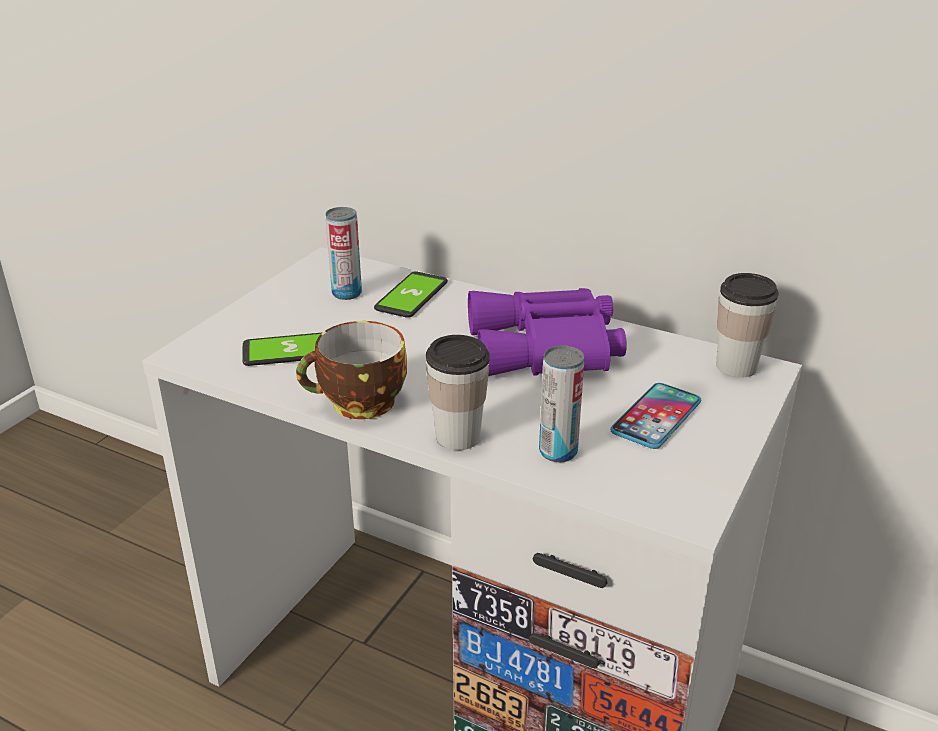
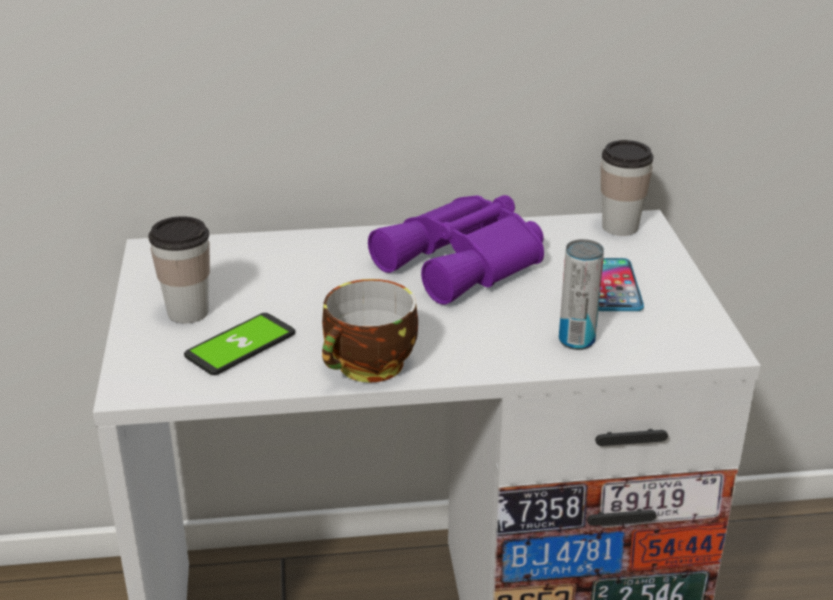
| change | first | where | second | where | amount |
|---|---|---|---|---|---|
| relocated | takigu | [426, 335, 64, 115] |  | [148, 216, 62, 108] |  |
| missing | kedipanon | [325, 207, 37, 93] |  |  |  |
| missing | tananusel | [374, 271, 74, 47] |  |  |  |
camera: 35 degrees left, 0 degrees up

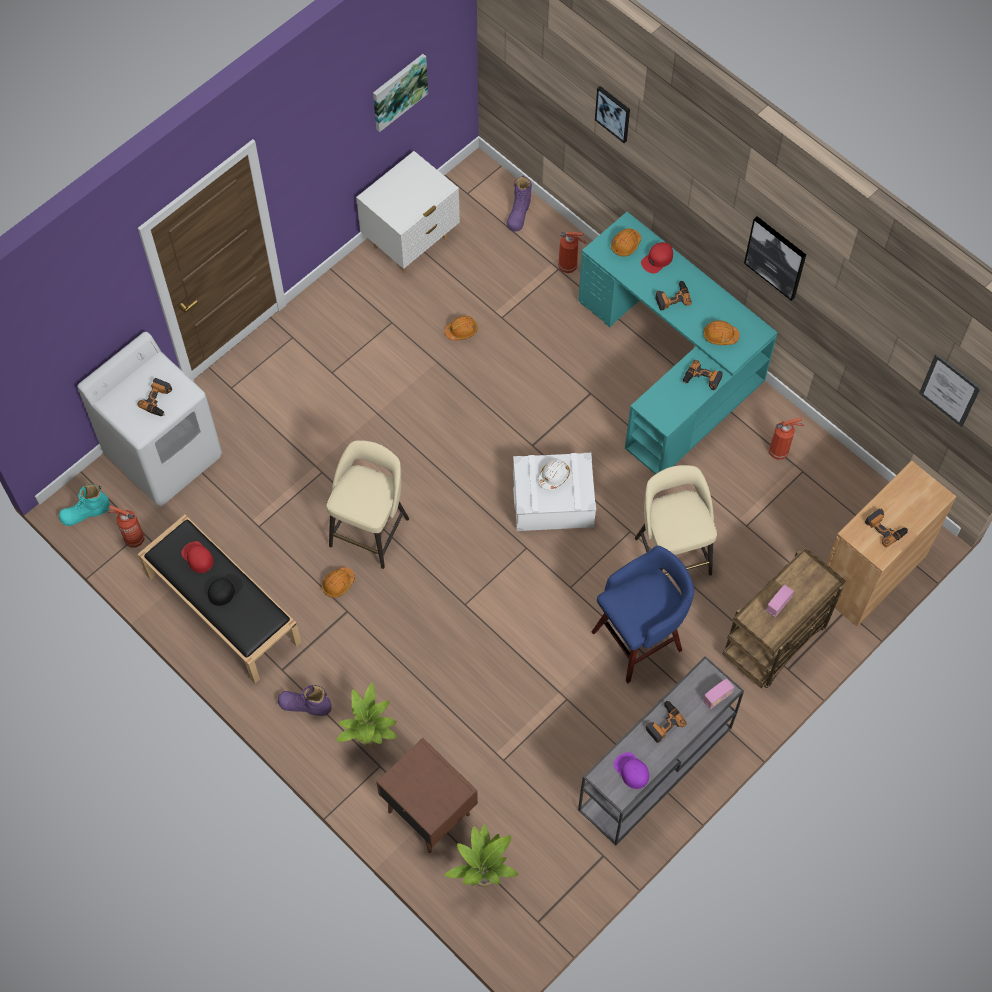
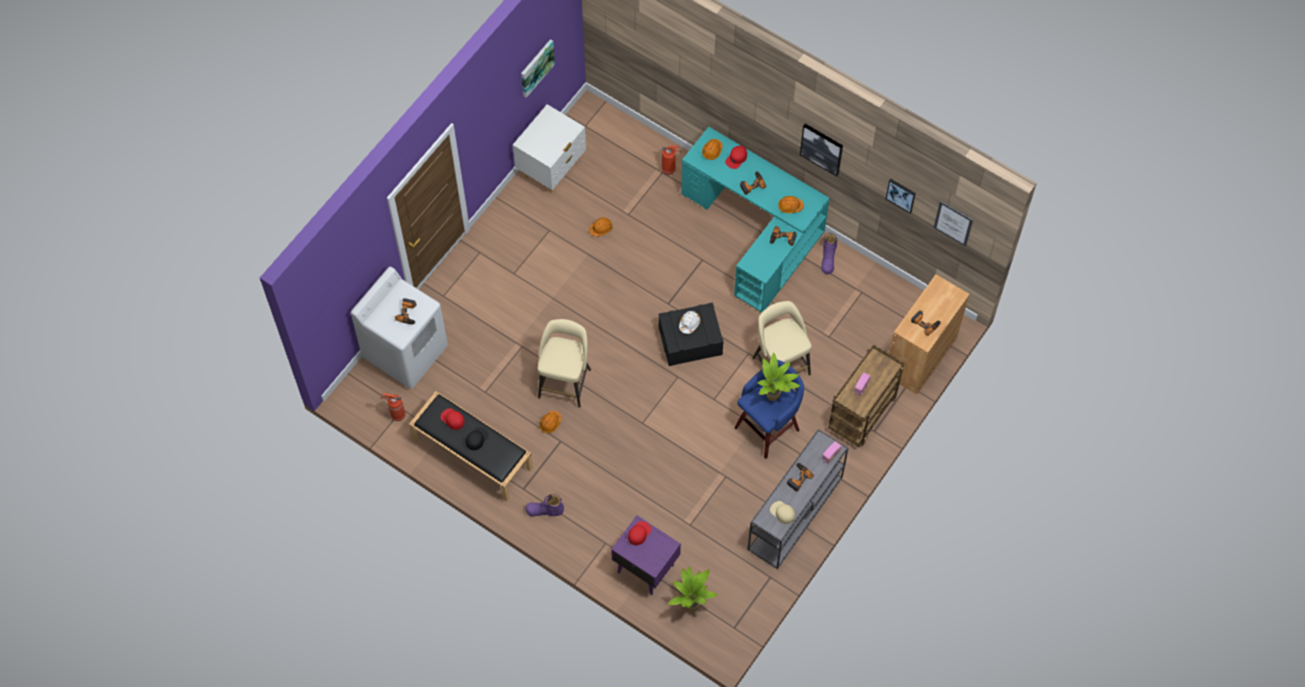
| change | first | where | second | where | amount |
|---|---|---|---|---|---|
| colour | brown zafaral | [376, 738, 102, 115] | purple zafaral | [611, 516, 70, 79] |  |
| appeared |  |  | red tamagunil | [628, 521, 24, 24] |  |
| colour | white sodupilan | [513, 453, 83, 78] | black sodupilan | [658, 302, 66, 64] |  |
| relocated | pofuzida | [336, 683, 61, 64] |  | [757, 353, 43, 48] |  |
| colour | purple tamagunil | [614, 752, 35, 37] | beige tamagunil | [770, 501, 25, 23] |  |
| relocated | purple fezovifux | [507, 175, 25, 56] |  | [821, 232, 16, 42] |  |
| relocated | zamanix | [595, 86, 35, 57] |  | [886, 179, 30, 34] |  |
| missing | turquoise fezovifux | [59, 484, 51, 42] |  |  |  |
| missing | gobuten | [769, 417, 35, 43] |  |  |  |
camera: 10 degrees left, 0 degrees up

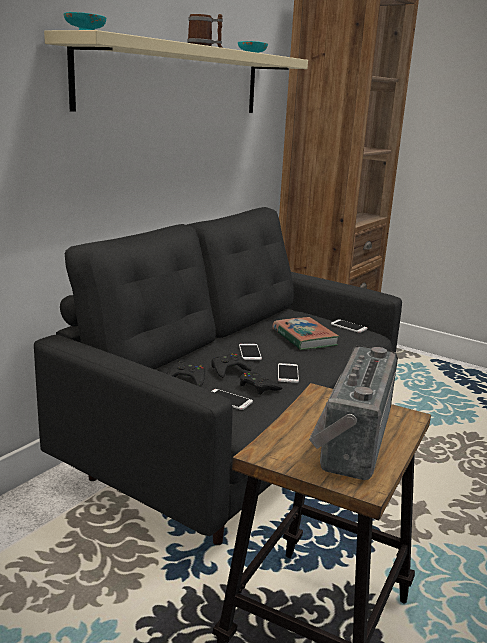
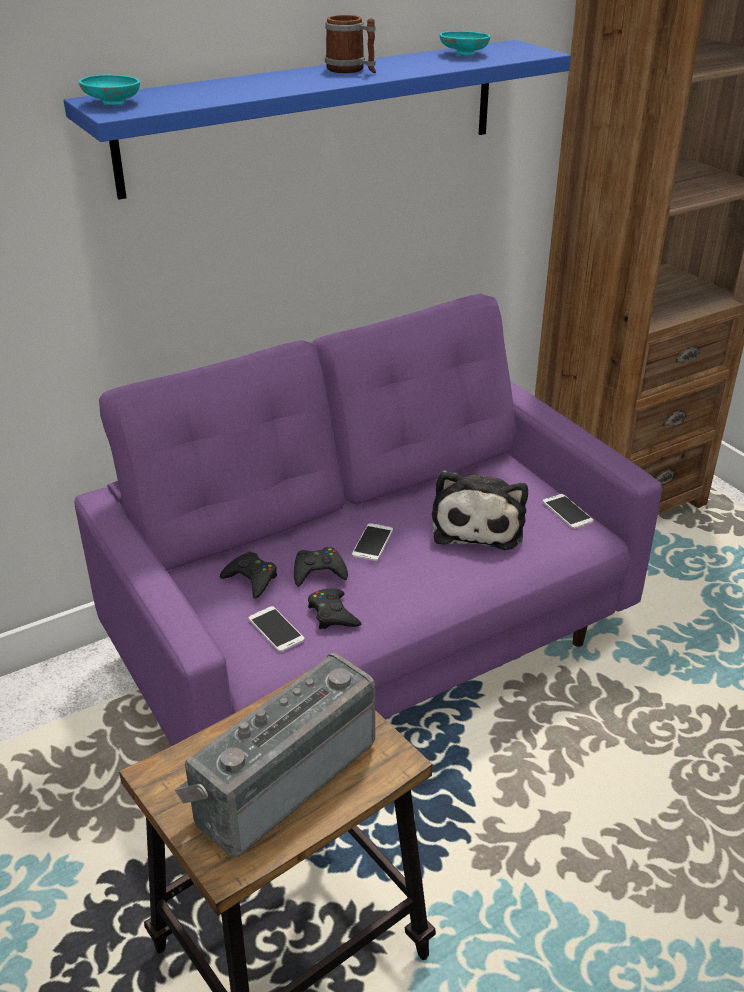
| change | first | where | second | where | amount |
|---|---|---|---|---|---|
| colour | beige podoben | [44, 30, 264, 83] | blue podoben | [64, 40, 507, 160] |  |
| colour | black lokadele | [34, 207, 368, 338] | purple lokadele | [74, 294, 588, 452] |  |
| exchanged | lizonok | [272, 317, 68, 33] | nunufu | [432, 470, 96, 80] |  |
| missing | tananusel | [278, 363, 21, 20] |  |  |  |
camera: 25 degrees right, 15 degrees up

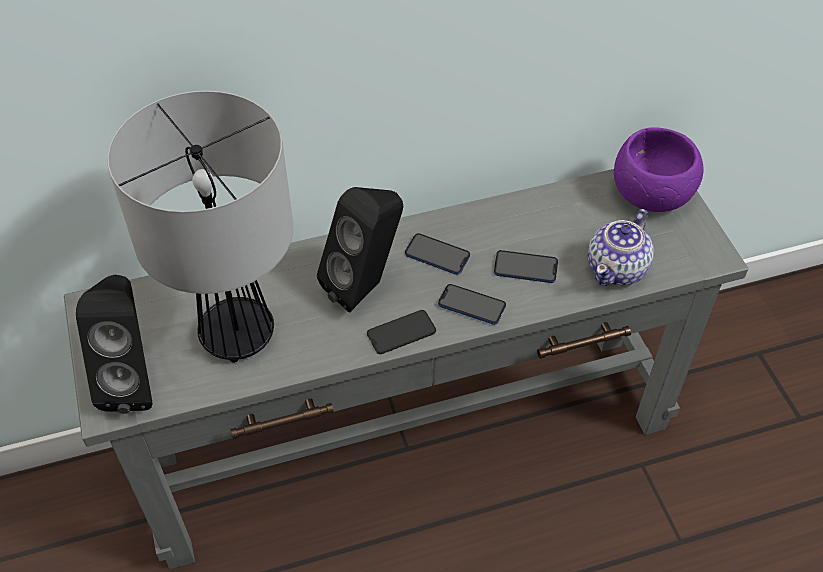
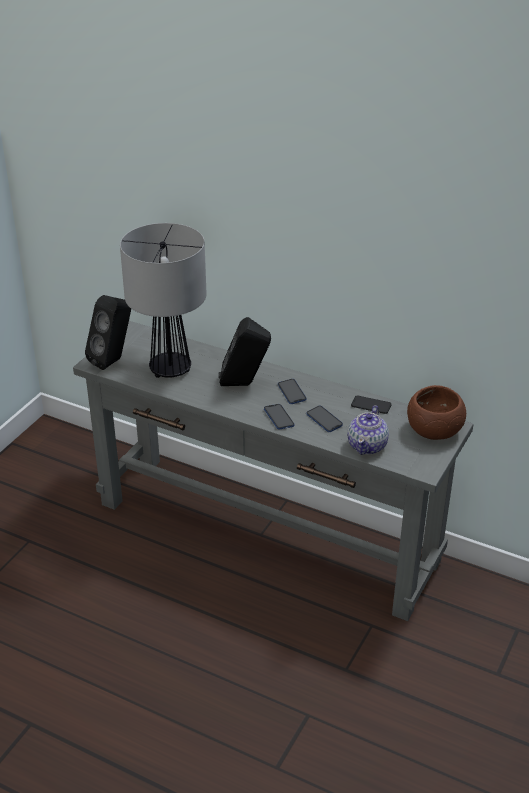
| change | first | where | second | where | amount |
|---|---|---|---|---|---|
| spun | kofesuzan | [588, 209, 66, 77] |  | [347, 405, 42, 50] | 60 degrees counterclockwise |
| relocated | tananusel | [367, 310, 69, 44] |  | [351, 395, 40, 19] |  |
| colour | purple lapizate | [614, 127, 90, 85] | brown lapizate | [407, 385, 59, 55] |  |
camera: 45 degrees right, 15 degrees down

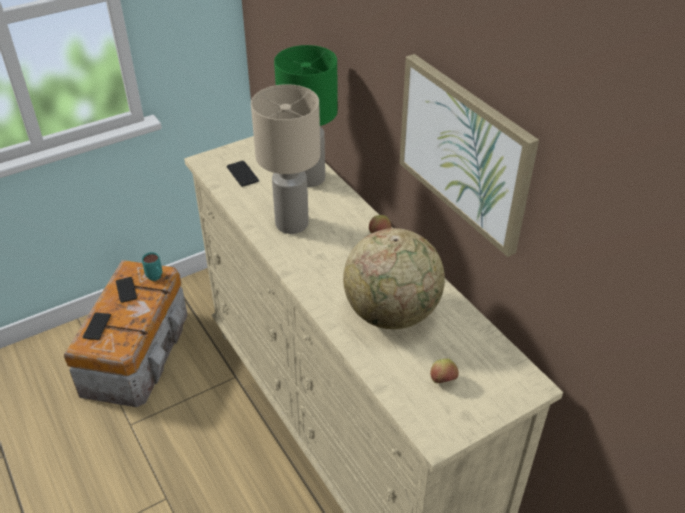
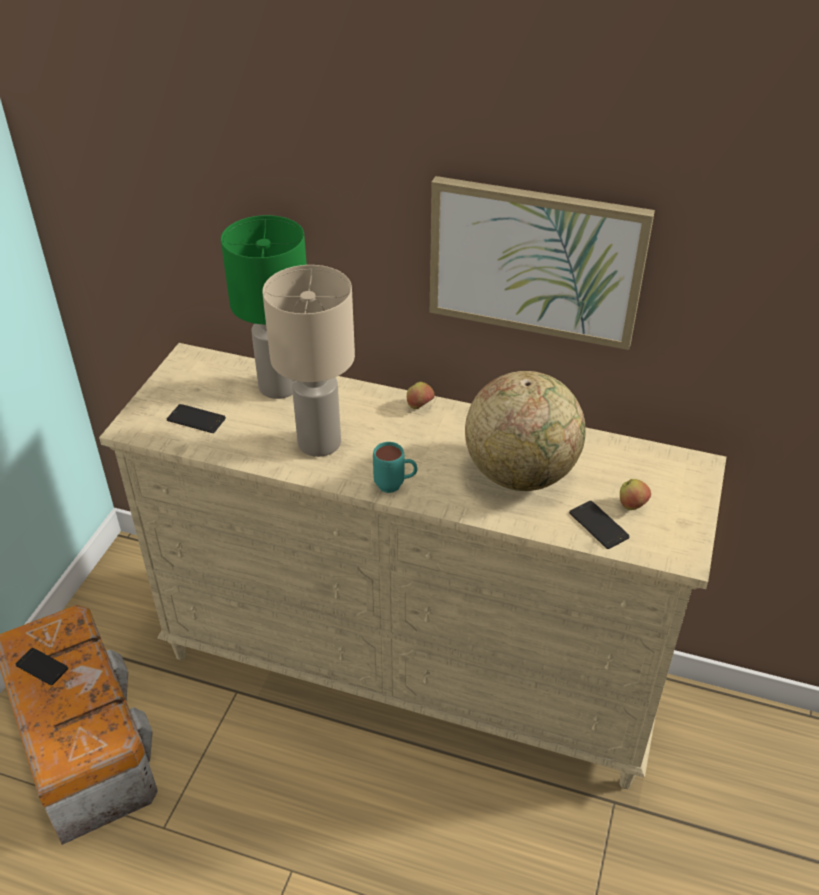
| change | first | where | second | where | amount |
|---|---|---|---|---|---|
| relocated | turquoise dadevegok | [142, 252, 20, 29] |  | [373, 442, 44, 51] |  |
| relocated | tananusel | [83, 313, 28, 27] |  | [569, 501, 61, 48] |  |
camera: 40 degrees left, 0 degrees up

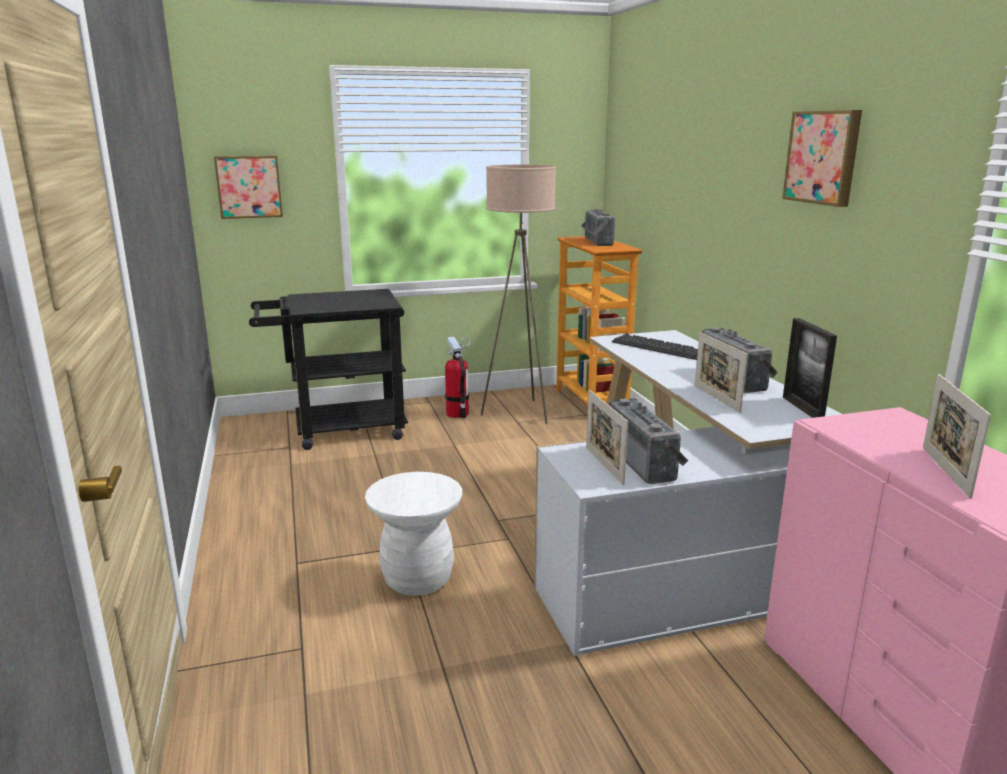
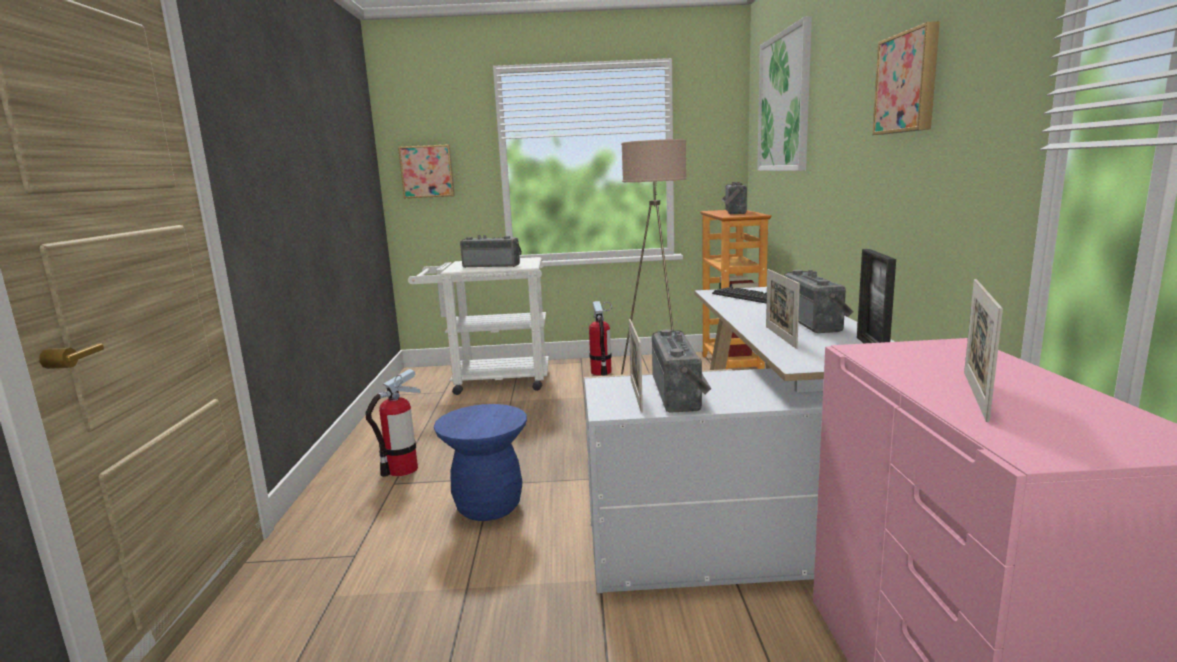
| change | first | where | second | where | amount |
|---|---|---|---|---|---|
| appeared |  |  | gobuten | [365, 369, 56, 108] |  |
| colour | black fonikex | [249, 289, 159, 161] | white fonikex | [408, 257, 141, 138] |  |
| colour | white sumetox | [365, 472, 97, 124] | blue sumetox | [434, 404, 93, 117] |  |
| appeared |  |  | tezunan | [460, 235, 62, 33] |  |
| appeared |  |  | zamanix | [757, 16, 55, 155] |  |
camera: 15 degrees right, 5 degrees down

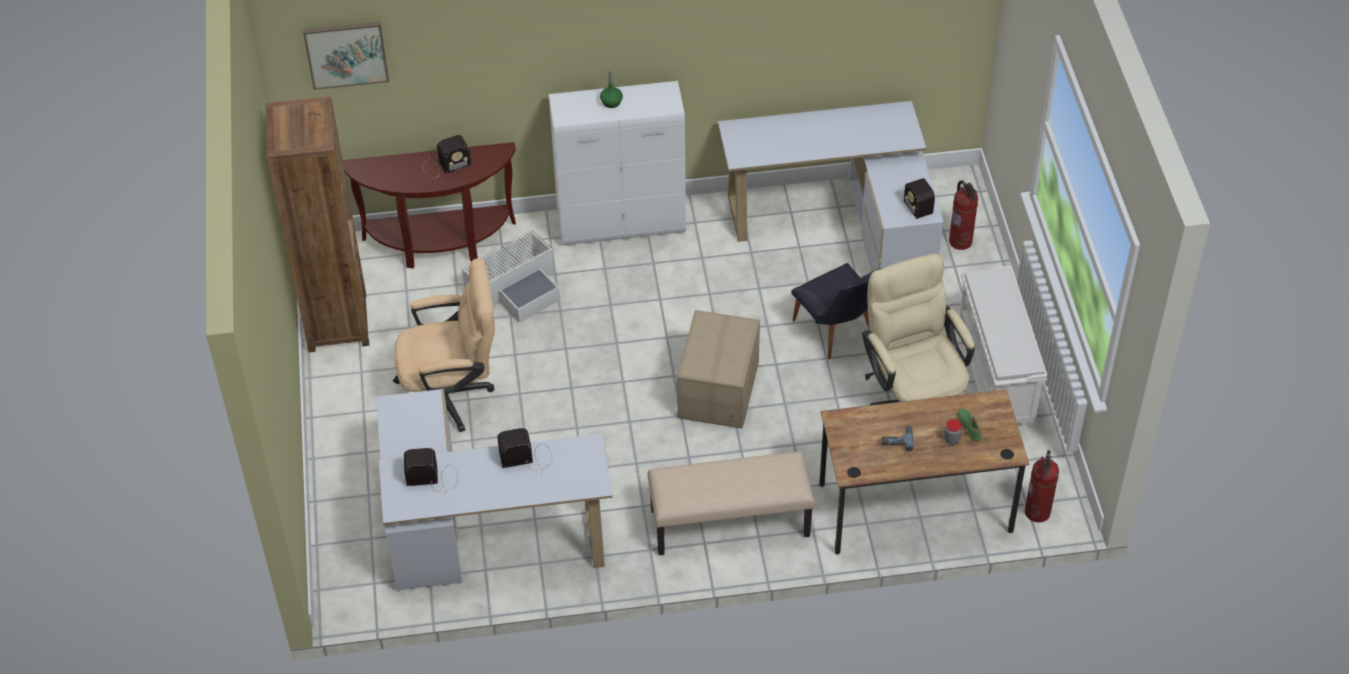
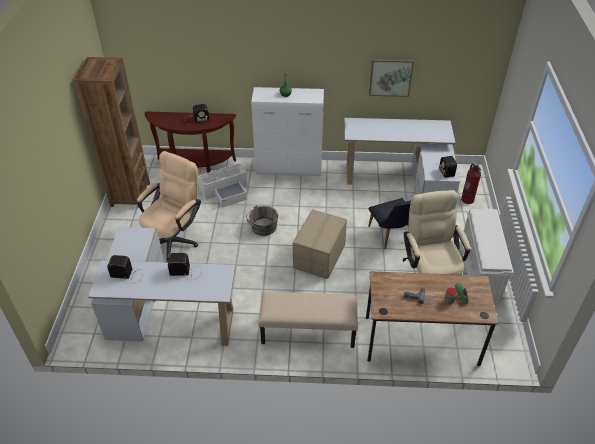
| change | first | where | second | where | amount |
|---|---|---|---|---|---|
| spun | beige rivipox | [393, 258, 102, 174] |  | [137, 151, 64, 111] | 60 degrees counterclockwise |
| appeared |  |  | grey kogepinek | [246, 205, 32, 31] |  |
| relocated | zamanix | [303, 22, 86, 68] |  | [369, 59, 45, 38] |  |
| missing | gobuten | [1025, 450, 34, 73] |  |  |  |
camera: 10 degrees right, 5 degrees down

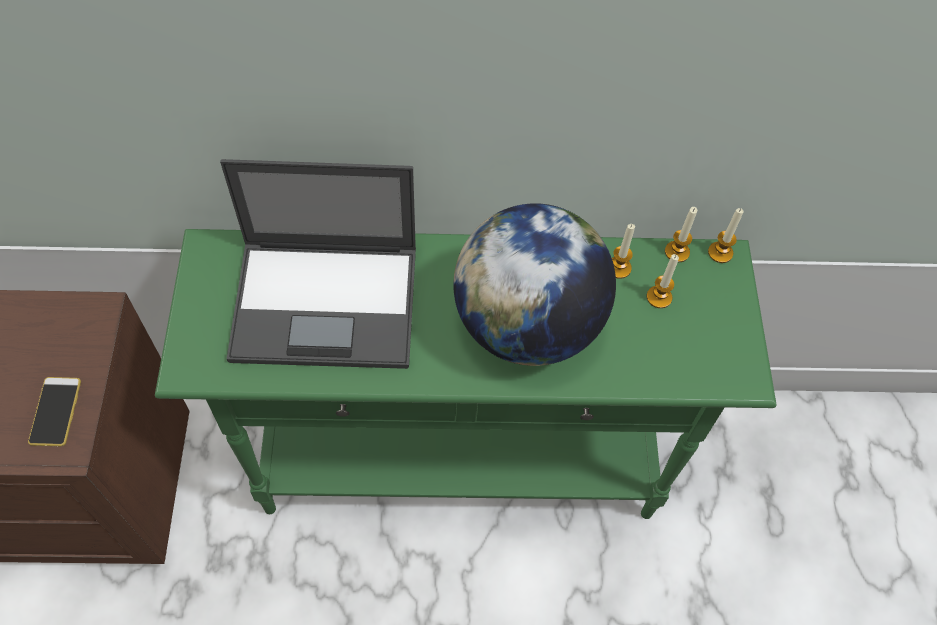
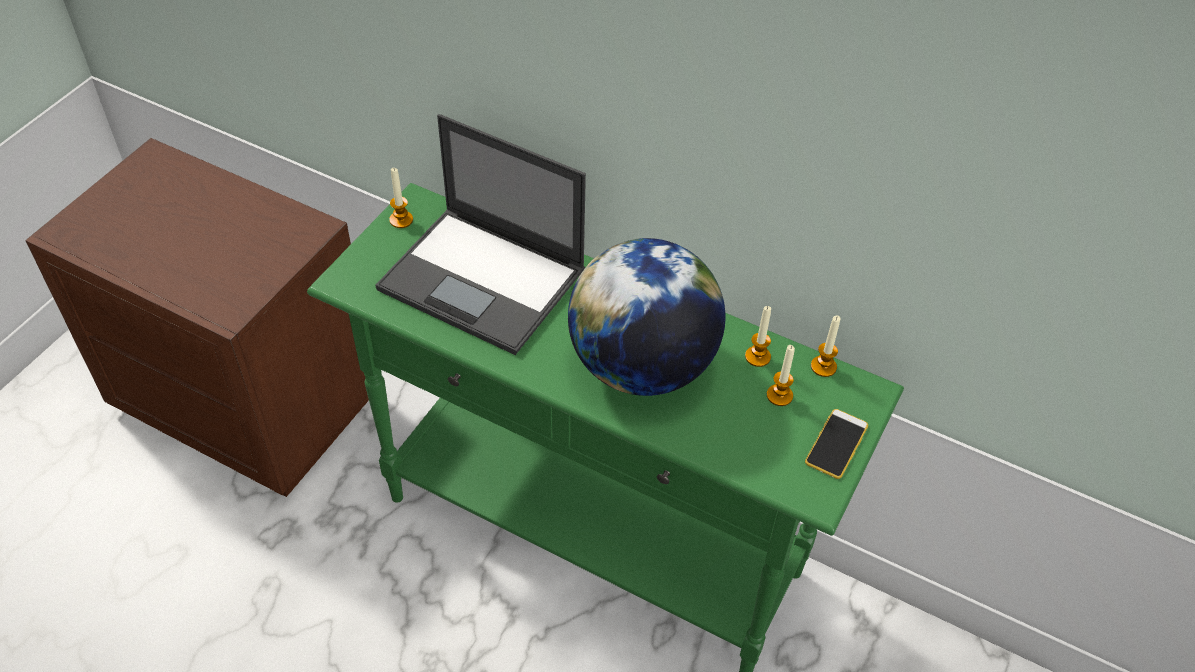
| change | first | where | second | where | amount |
|---|---|---|---|---|---|
| relocated | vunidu | [708, 208, 36, 55] |  | [389, 168, 24, 60] |  |
| relocated | tananusel | [28, 377, 53, 70] |  | [805, 409, 63, 70] |  |
camera: 30 degrees right, 10 degrees down

